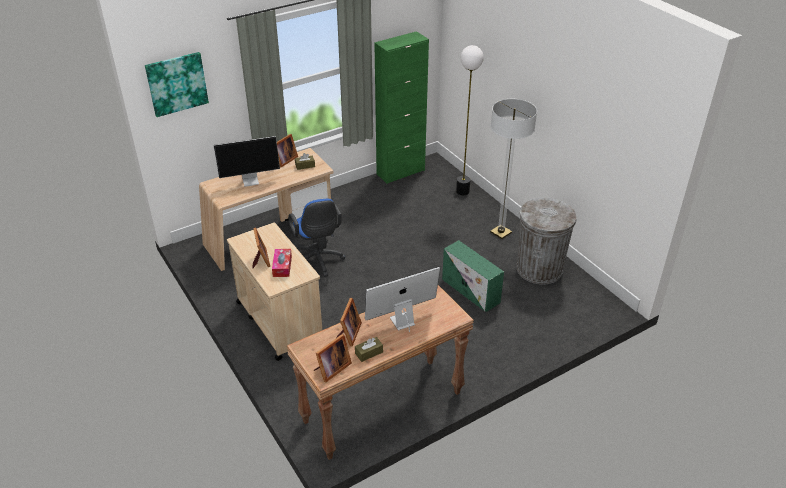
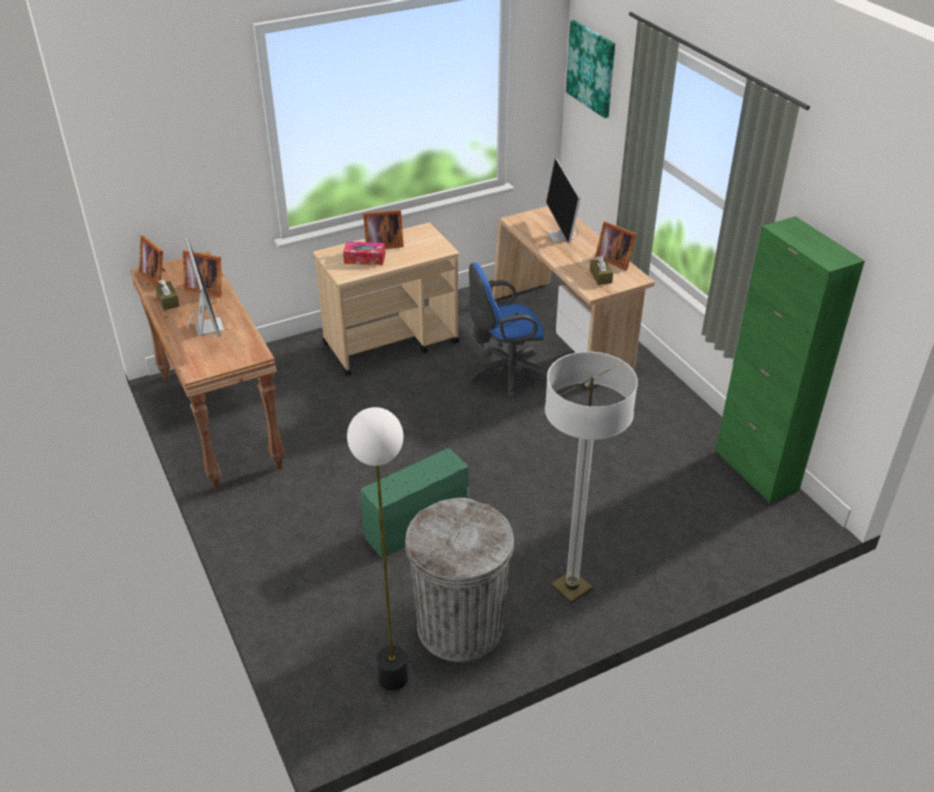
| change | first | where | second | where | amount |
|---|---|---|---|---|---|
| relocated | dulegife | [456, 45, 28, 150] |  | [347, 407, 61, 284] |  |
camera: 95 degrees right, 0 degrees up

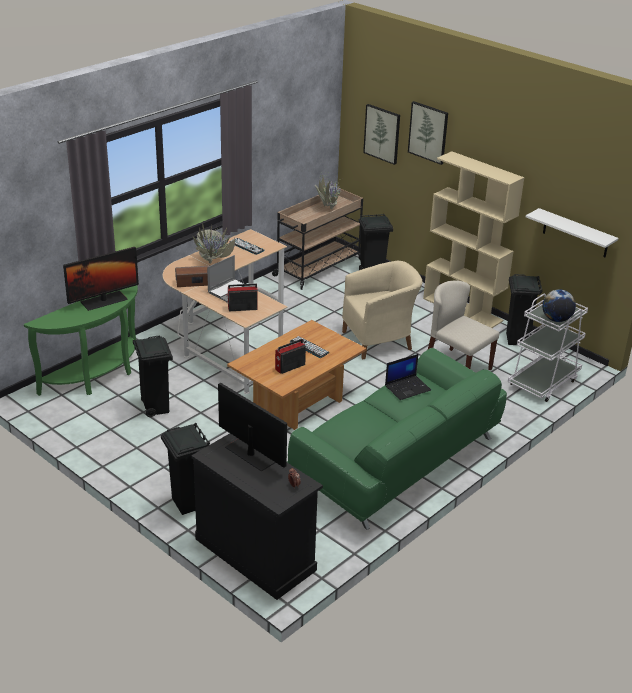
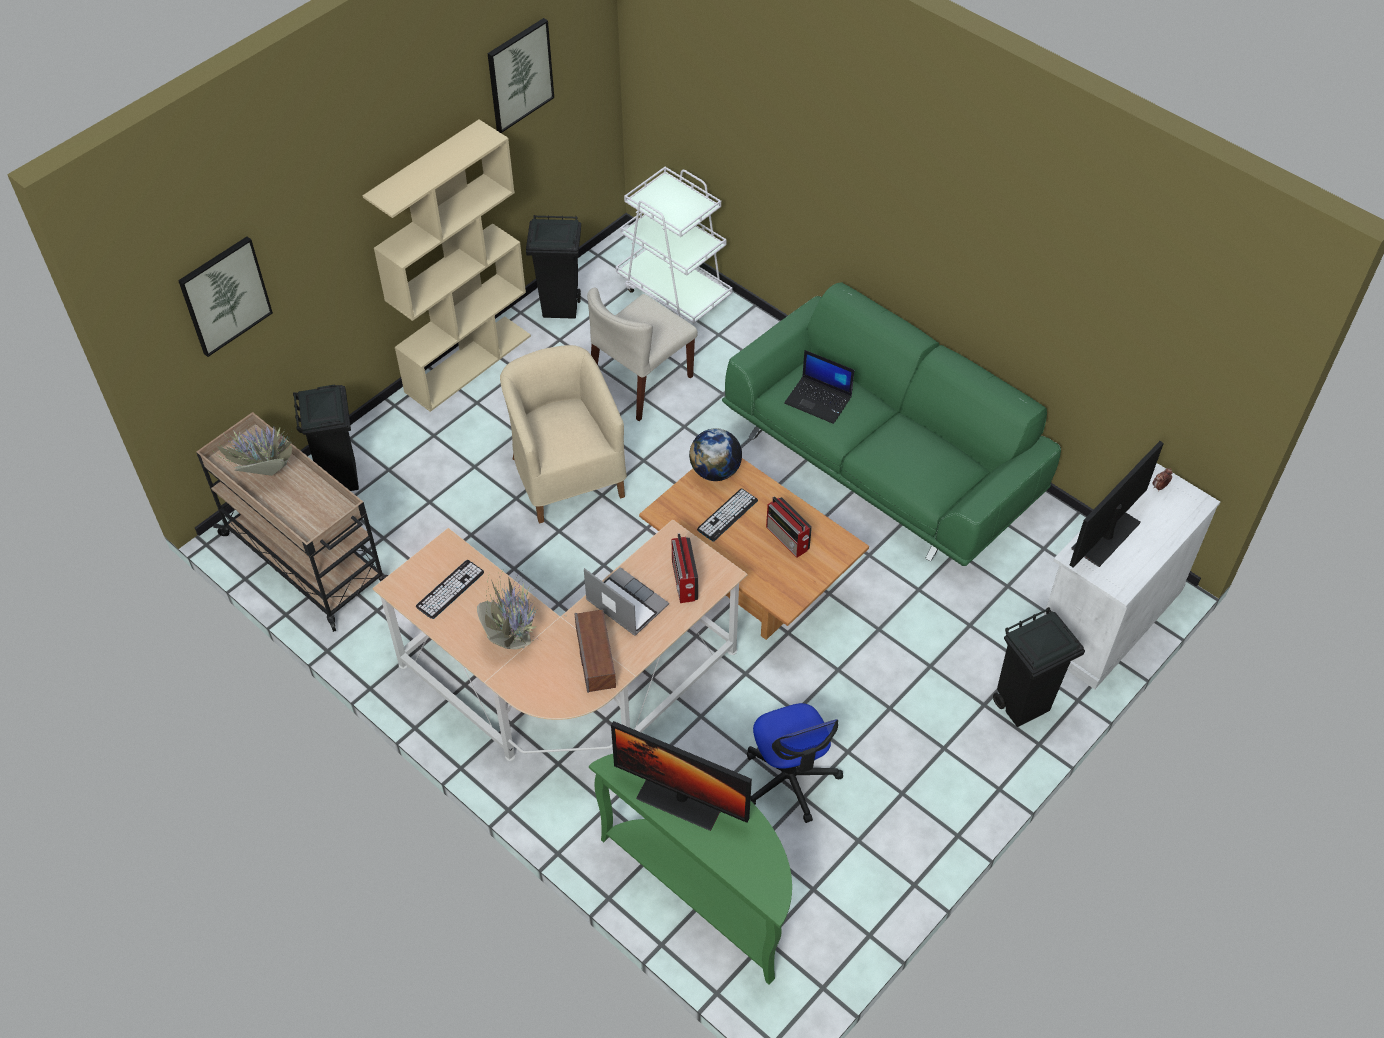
| change | first | where | second | where | amount |
|---|---|---|---|---|---|
| relocated | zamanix | [408, 101, 40, 64] |  | [487, 18, 67, 115] |  |
| spun | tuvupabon | [63, 247, 76, 64] |  | [611, 721, 141, 110] | 150 degrees clockwise |
| relocated | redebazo | [542, 289, 34, 33] |  | [689, 428, 53, 53] |  |
| exchanged | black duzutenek | [133, 335, 40, 82] | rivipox | [747, 703, 96, 120] |  |
| spun | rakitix | [385, 354, 46, 46] |  | [784, 350, 70, 74] | 150 degrees clockwise |
| colour | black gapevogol | [191, 433, 132, 167] | white gapevogol | [1044, 463, 176, 226] |  |
| missing | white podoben | [526, 208, 92, 49] |  |  |  |
camera: 90 degrees left, 20 degrees up

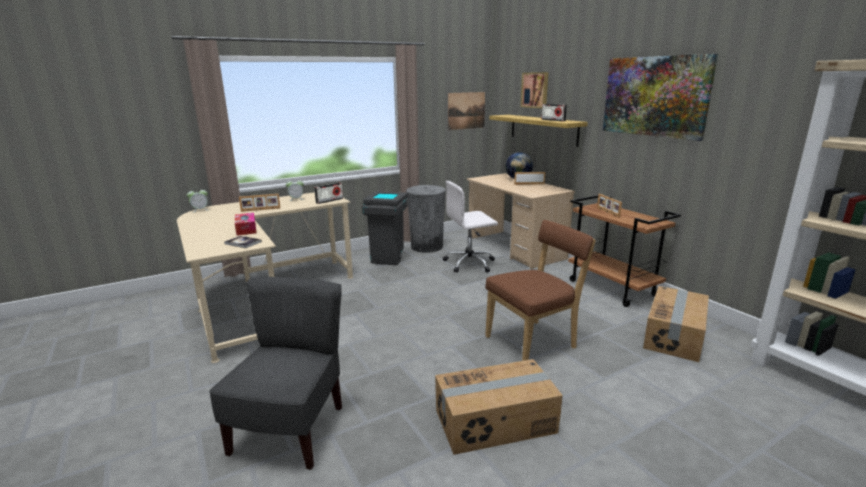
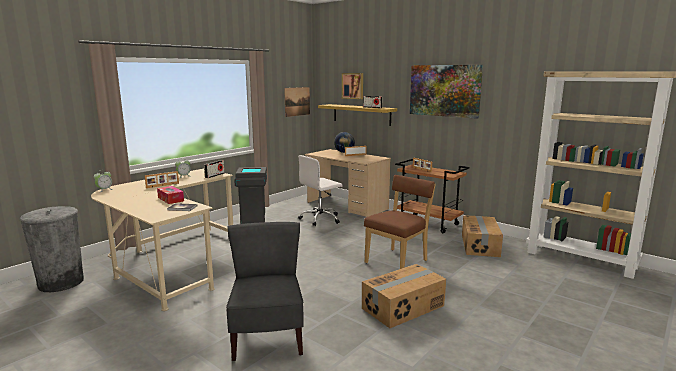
| change | first | where | second | where | amount |
|---|---|---|---|---|---|
| relocated | grey duzutenek | [406, 185, 40, 68] |  | [19, 206, 65, 86] |  |
camera: 20 degrees left, 5 degrees down

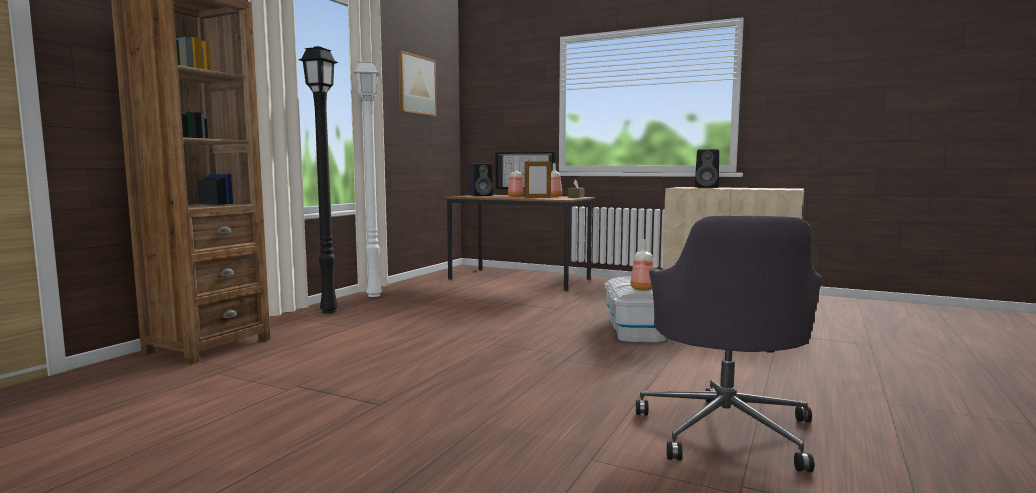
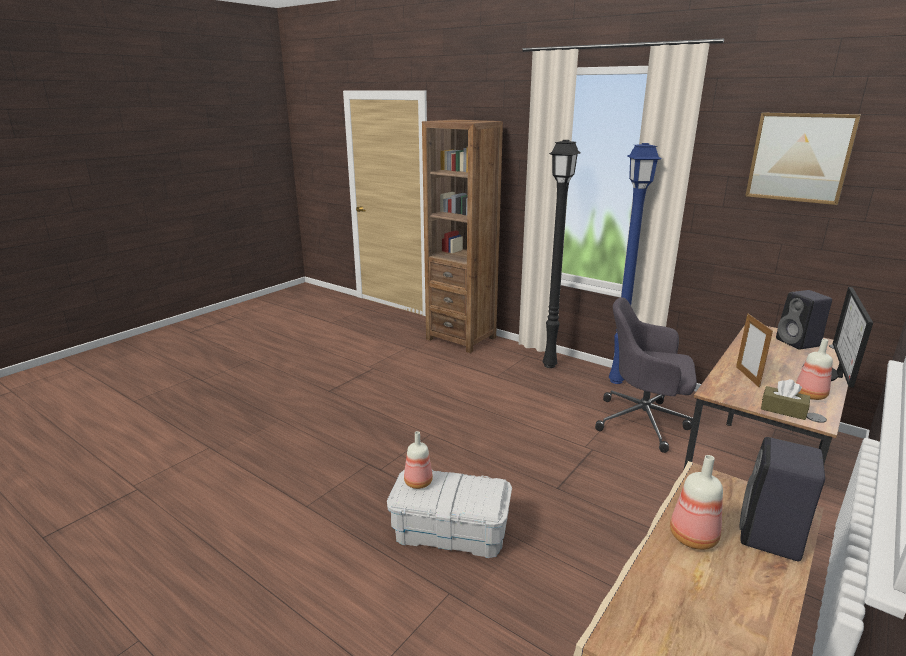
| change | first | where | second | where | amount |
|---|---|---|---|---|---|
| relocated | grey rivipox | [636, 215, 185, 257] |  | [595, 297, 102, 156] |  |
| colour | white dulegife | [353, 61, 29, 236] | blue dulegife | [609, 143, 52, 241] |  |
| relocated | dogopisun | [508, 163, 16, 34] |  | [670, 455, 53, 95] |  |
camera: 100 degrees right, 15 degrees up

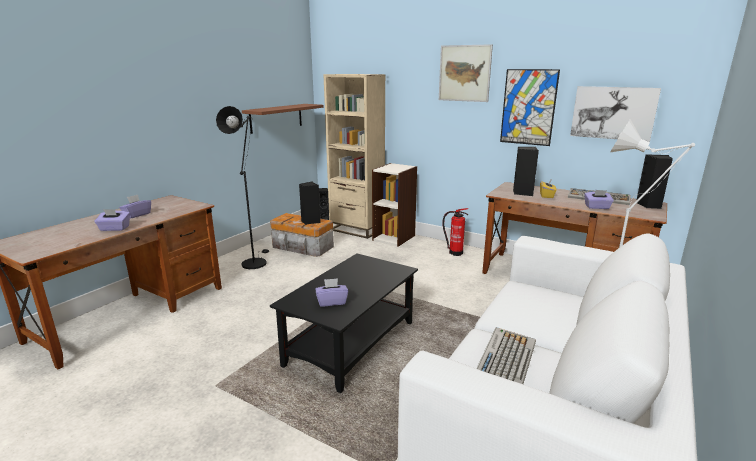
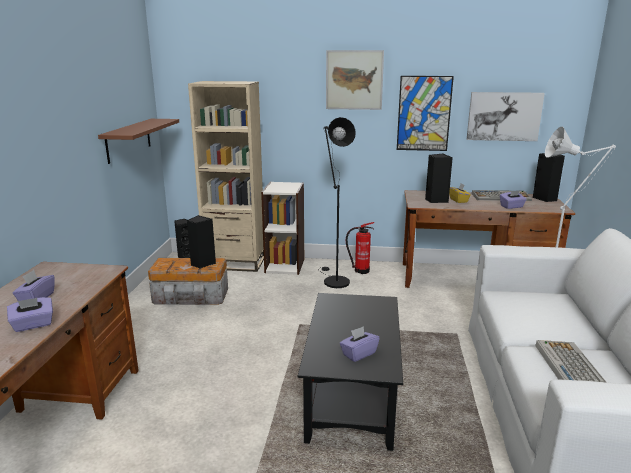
| change | first | where | second | where | amount |
|---|---|---|---|---|---|
| relocated | black dulegife | [216, 106, 53, 163] |  | [318, 117, 38, 171] |  |
camera: 25 degrees left, 0 degrees up

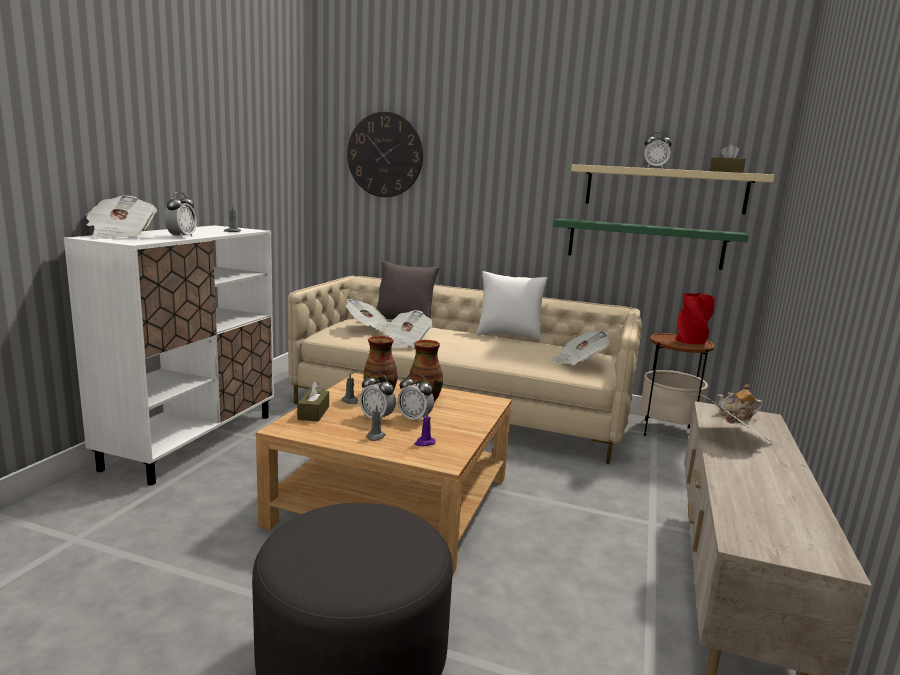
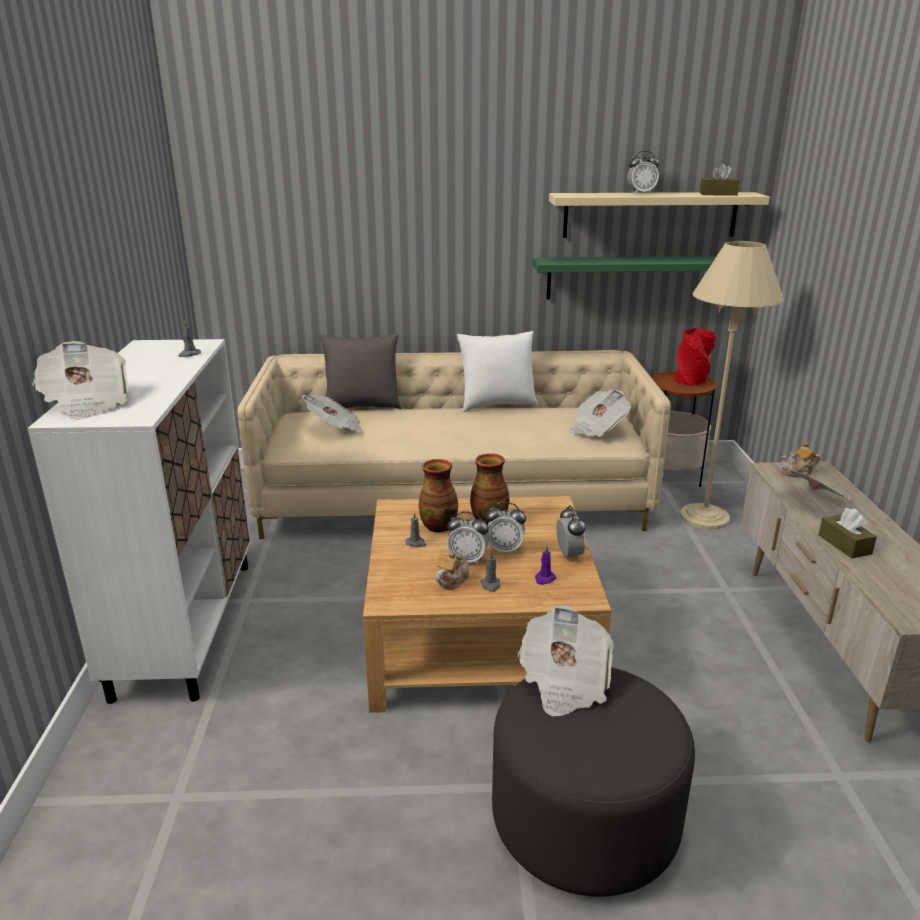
| change | first | where | second | where | amount |
|---|---|---|---|---|---|
| appeared |  |  | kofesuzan | [436, 551, 33, 39] |  |
| relocated | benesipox | [385, 310, 48, 37] |  | [518, 605, 96, 111] |  |
| relocated | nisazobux | [164, 192, 33, 47] |  | [556, 505, 30, 56] |  |
| appeared |  |  | beige dulegife | [680, 241, 104, 288] |  |
| relocated | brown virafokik | [297, 381, 32, 41] |  | [819, 508, 58, 50] |  |
| missing | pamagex | [347, 112, 76, 85] |  |  |  |
camera: 20 degrees left, 10 degrees up

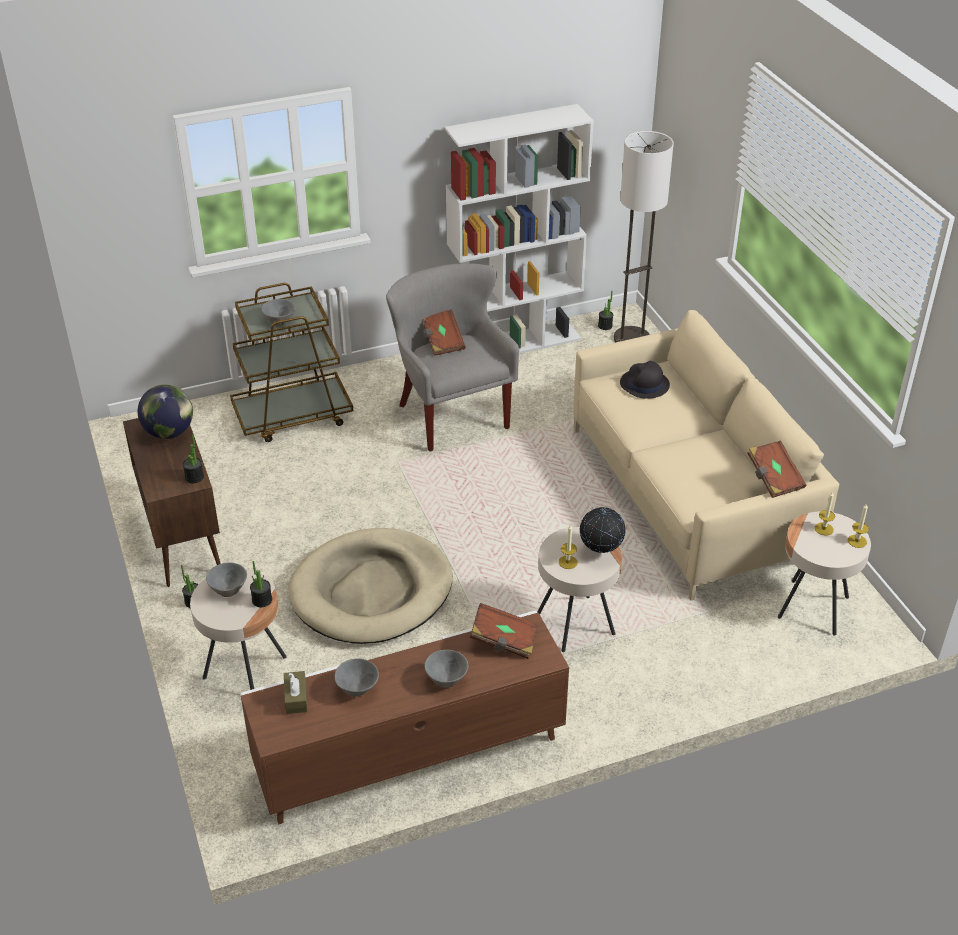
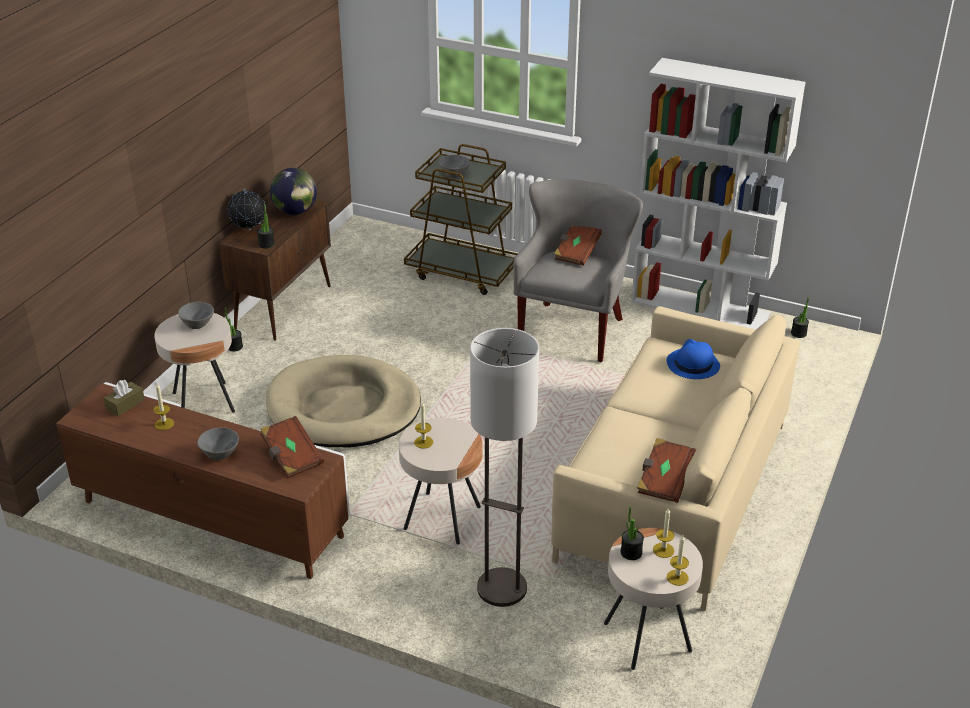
| change | first | where | second | where | amount |
|---|---|---|---|---|---|
| exchanged | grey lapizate | [335, 658, 44, 39] | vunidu | [153, 384, 21, 46] |  |
| relocated | redebazo | [580, 507, 46, 46] |  | [228, 188, 38, 42] |  |
| relocated | dulegife | [614, 131, 60, 212] |  | [470, 328, 69, 279] |  |
| relocated | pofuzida | [250, 561, 22, 46] |  | [621, 506, 23, 54] |  |
| colour | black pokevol | [620, 361, 50, 38] | blue pokevol | [667, 339, 53, 40] |  |
camera: 45 degrees right, 5 degrees down

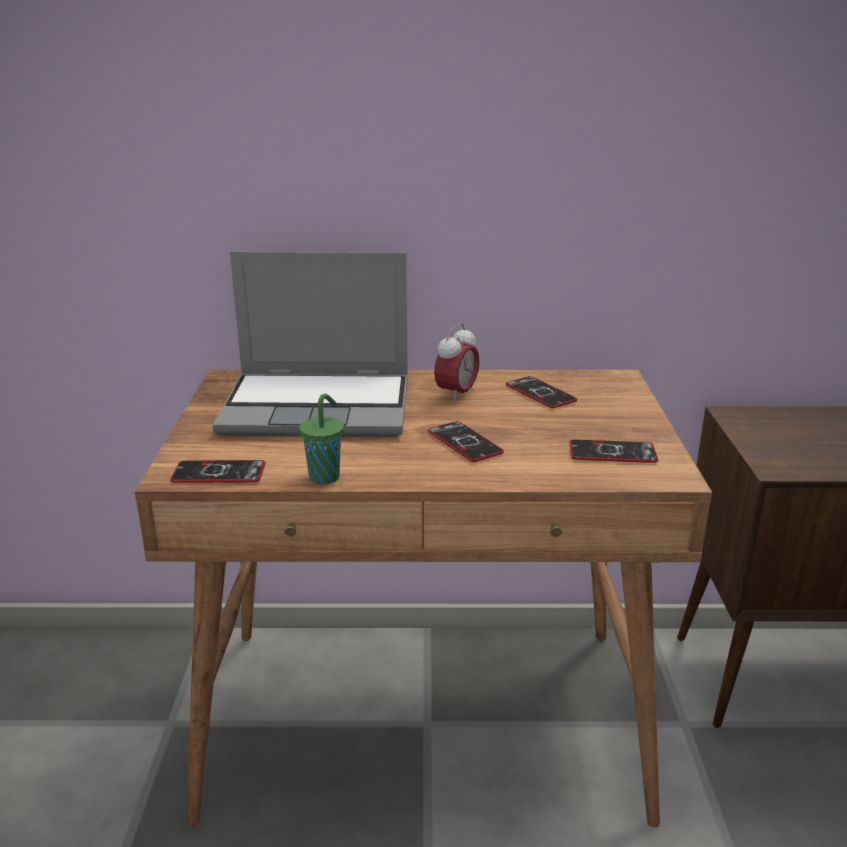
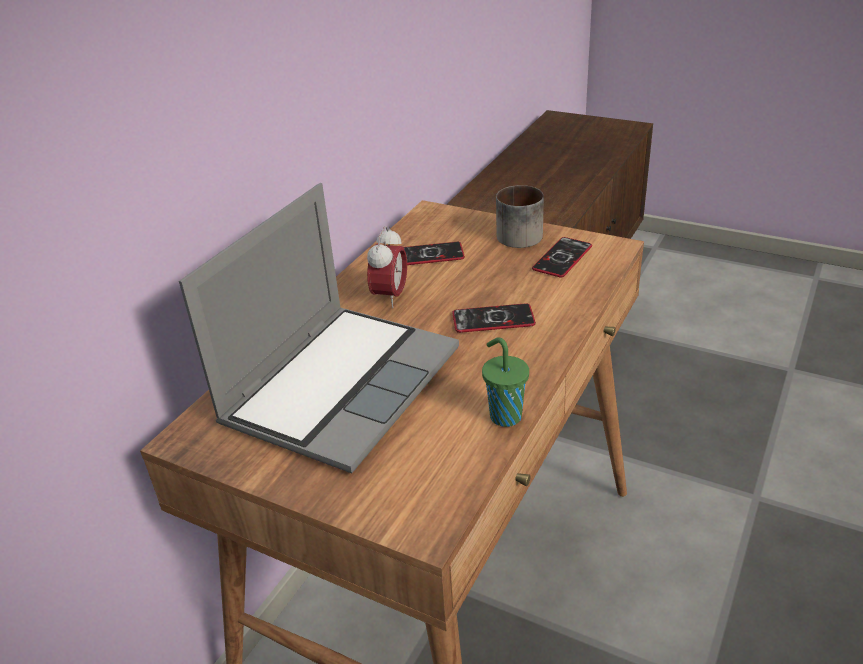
| change | first | where | second | where | amount |
|---|---|---|---|---|---|
| spun | nisazobux | [434, 323, 46, 80] |  | [367, 226, 40, 82] | 45 degrees clockwise |
| appeared |  |  | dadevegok | [496, 185, 48, 63] |  |
| missing | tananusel | [170, 460, 95, 23] |  |  |  |
camera: 60 degrees left, 10 degrees up

